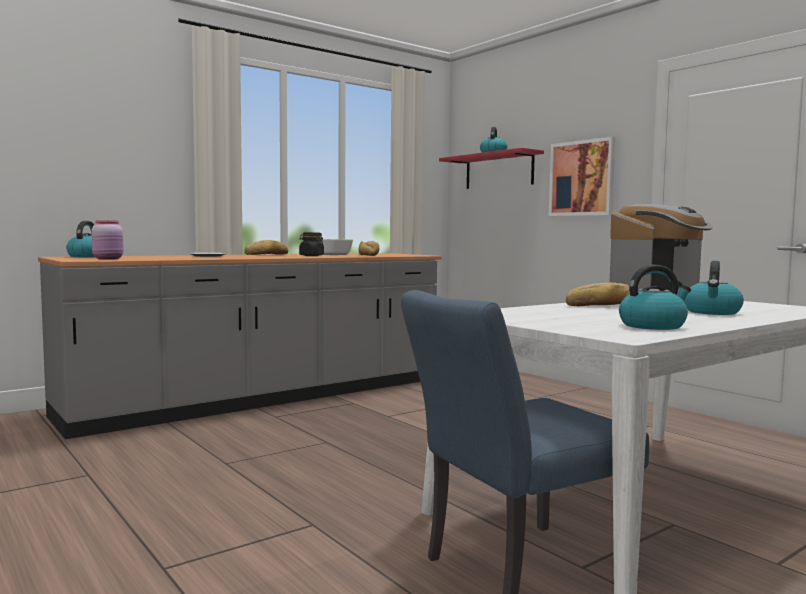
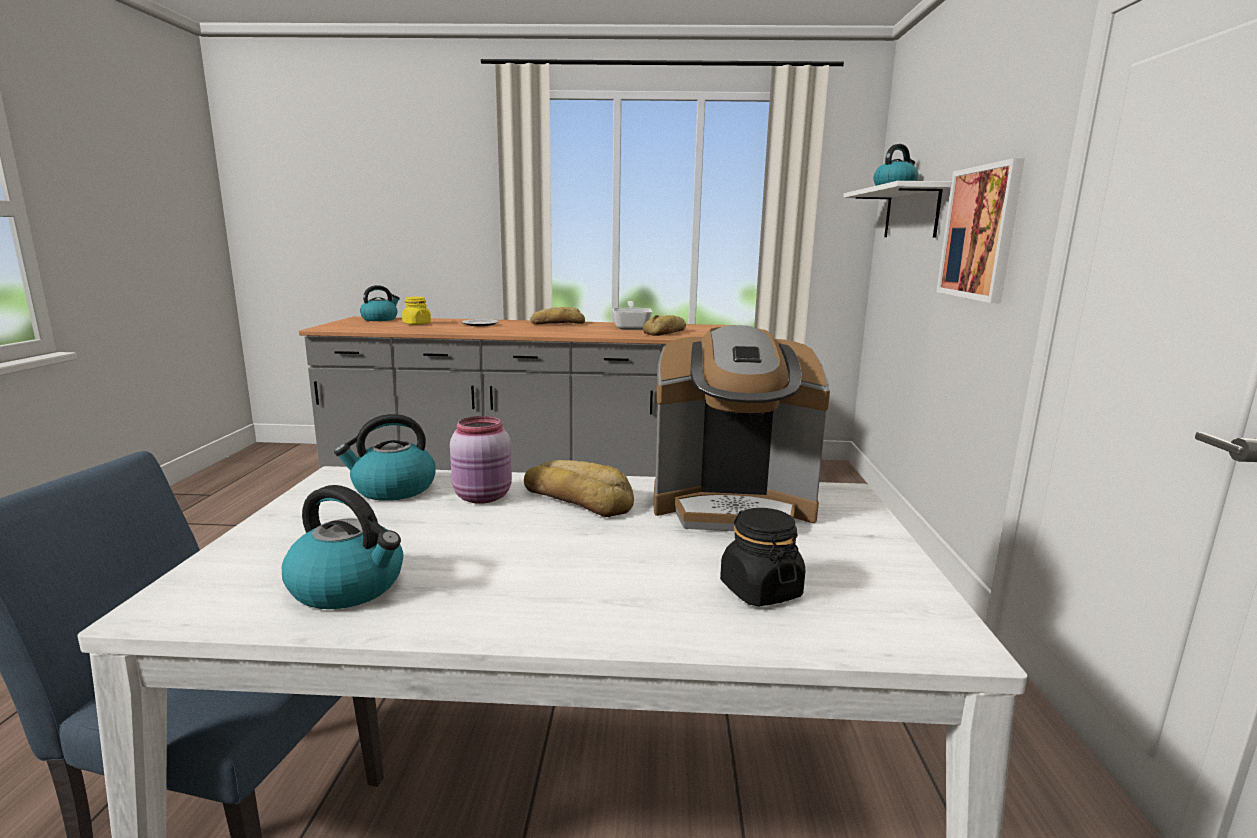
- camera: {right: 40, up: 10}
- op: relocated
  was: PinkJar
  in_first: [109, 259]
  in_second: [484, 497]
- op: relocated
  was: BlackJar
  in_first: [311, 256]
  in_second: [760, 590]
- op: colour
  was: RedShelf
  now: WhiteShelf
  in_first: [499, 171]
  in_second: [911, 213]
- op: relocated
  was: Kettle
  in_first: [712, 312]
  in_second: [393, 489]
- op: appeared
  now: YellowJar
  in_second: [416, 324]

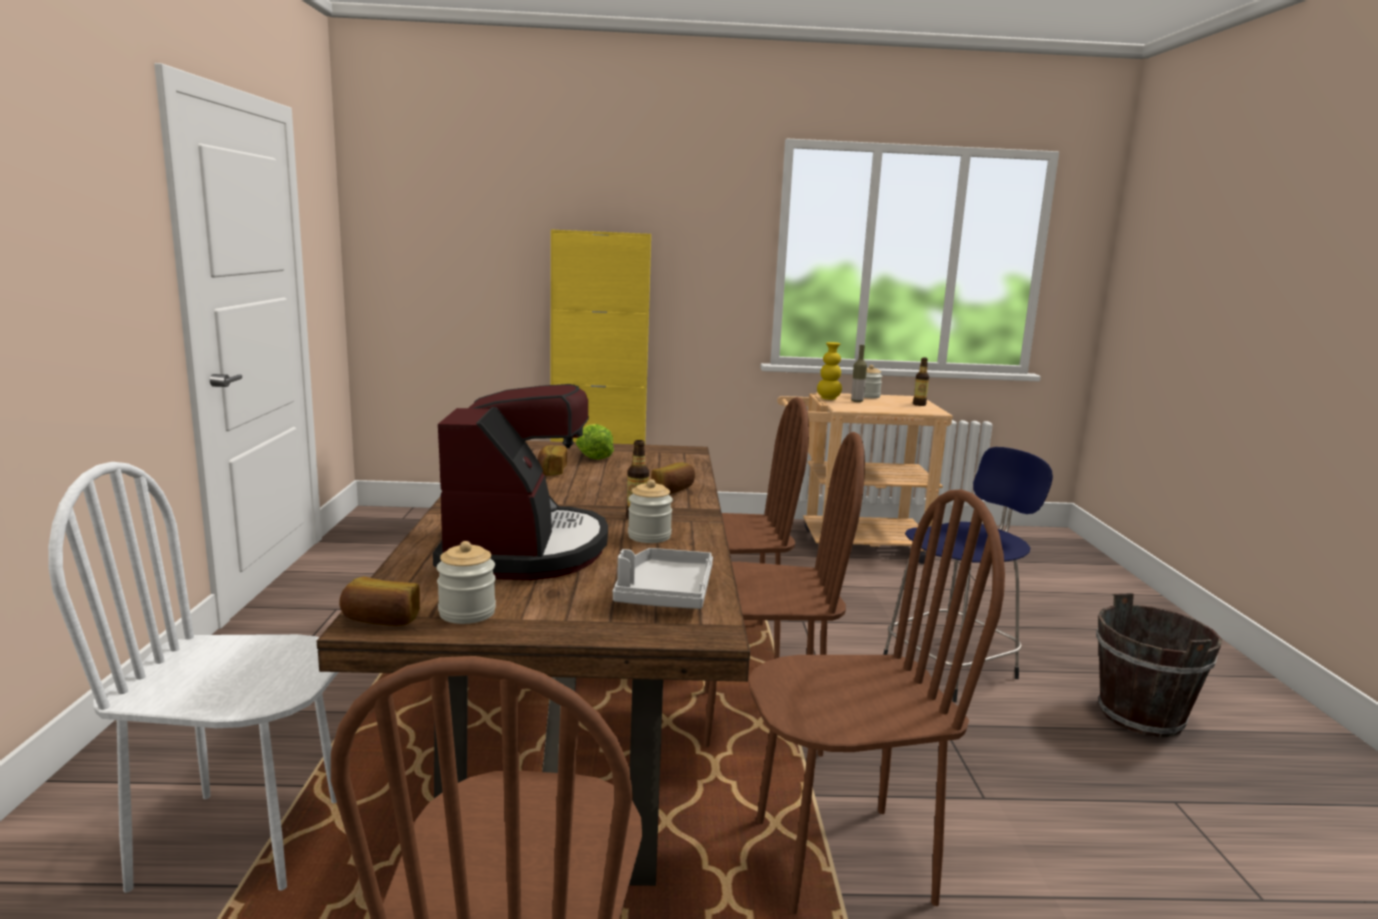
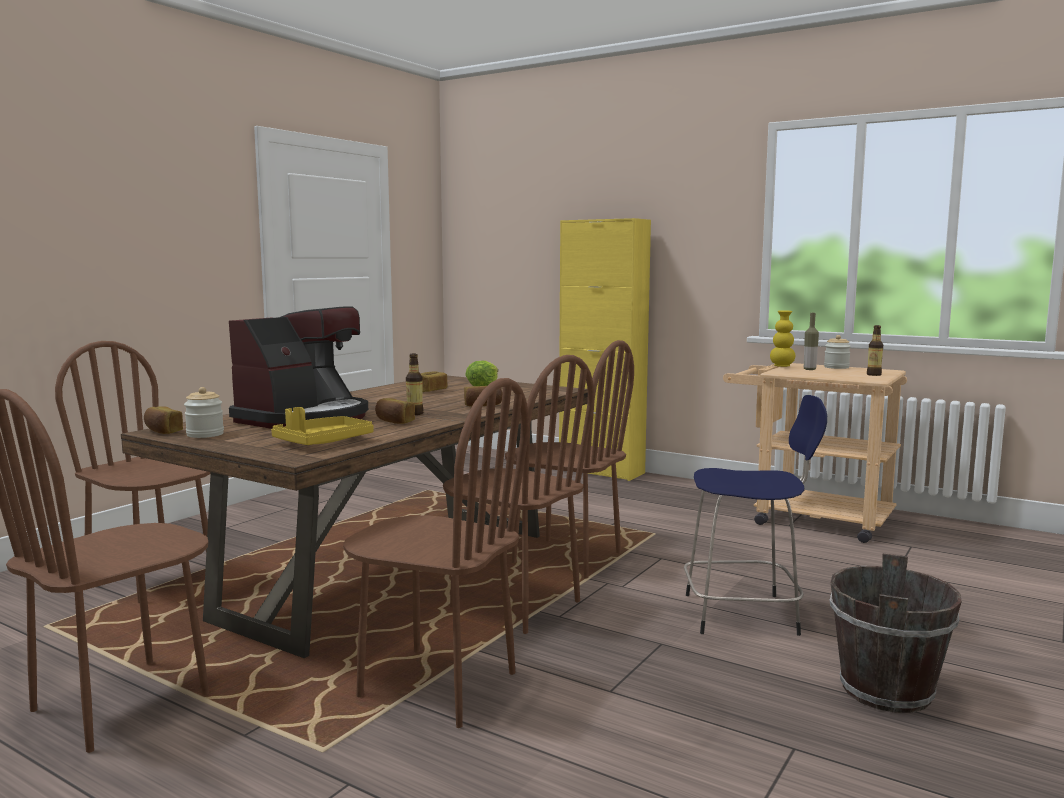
- camera: {right: 35, up: -5}
- op: colour
  was: WhiteChair
  now: BrownChair
  in_first: [240, 841]
  in_second: [152, 581]
- op: colour
  was: GreyTray
  now: YellowTray
  in_first: [664, 593]
  in_second: [322, 442]
- op: exchanged
  was: Jar
  now: Bread
  in_first: [649, 536]
  in_second: [394, 421]

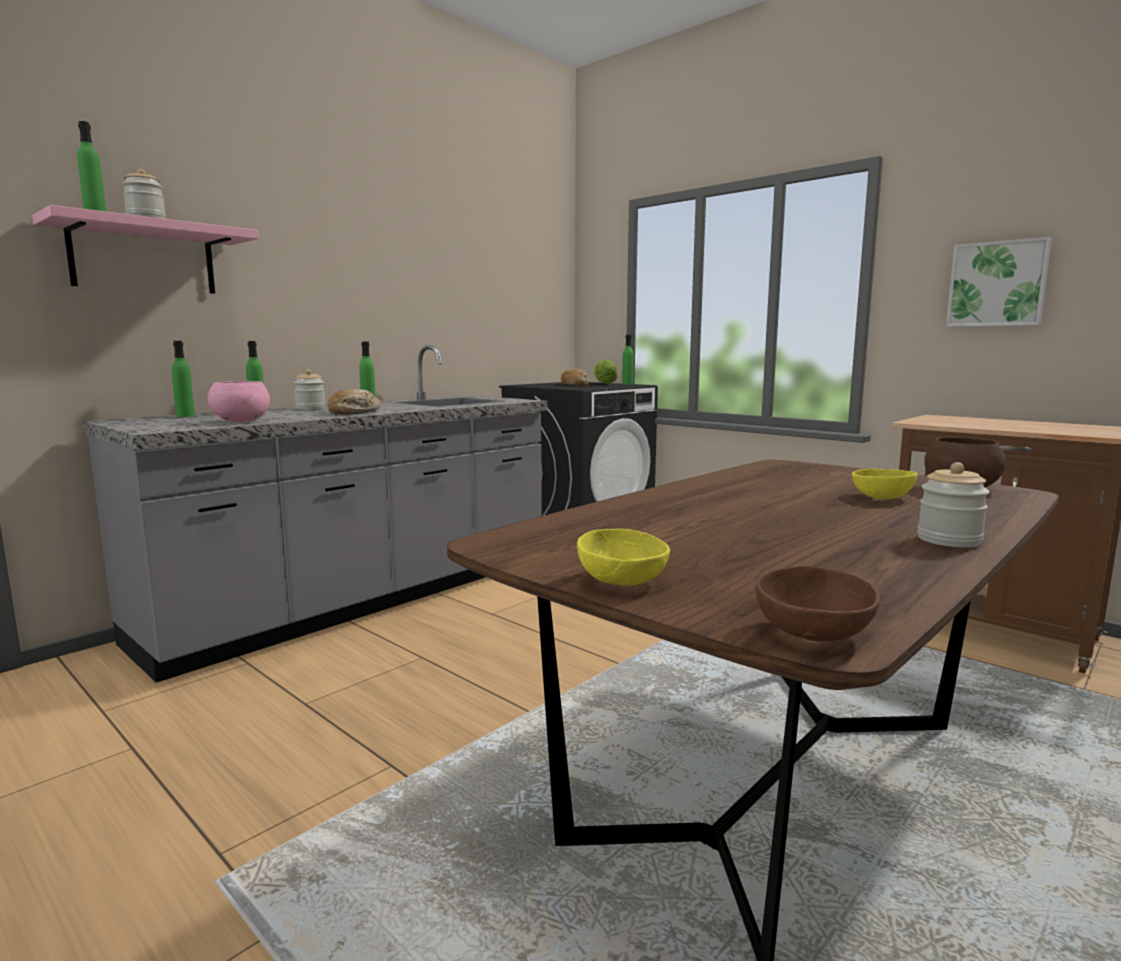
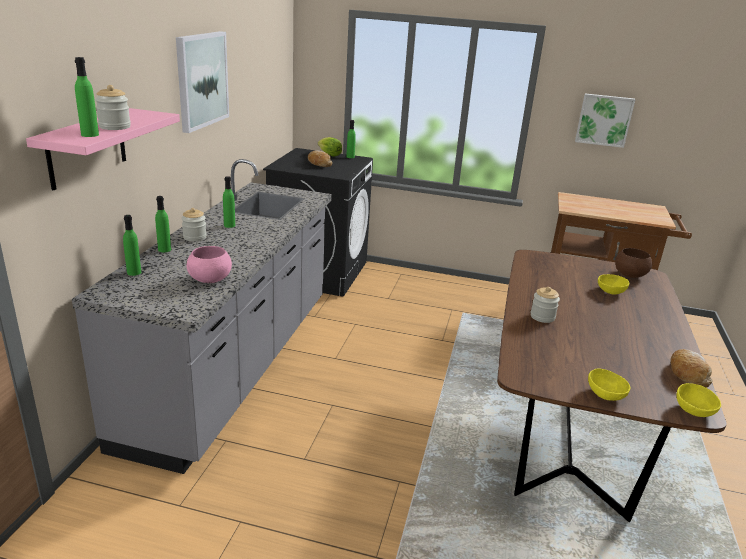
- camera: {right: -30, up: 15}
- op: relocated
  was: Bread
  in_first: [355, 412]
  in_second: [687, 374]
- op: colour
  was: BrownBowl
  now: YellowBowl
  in_first: [815, 634]
  in_second: [695, 410]
- op: relocated
  was: Jar
  in_first: [949, 540]
  in_second: [542, 317]
- op: appeared
  now: Picture
  in_second: [201, 80]

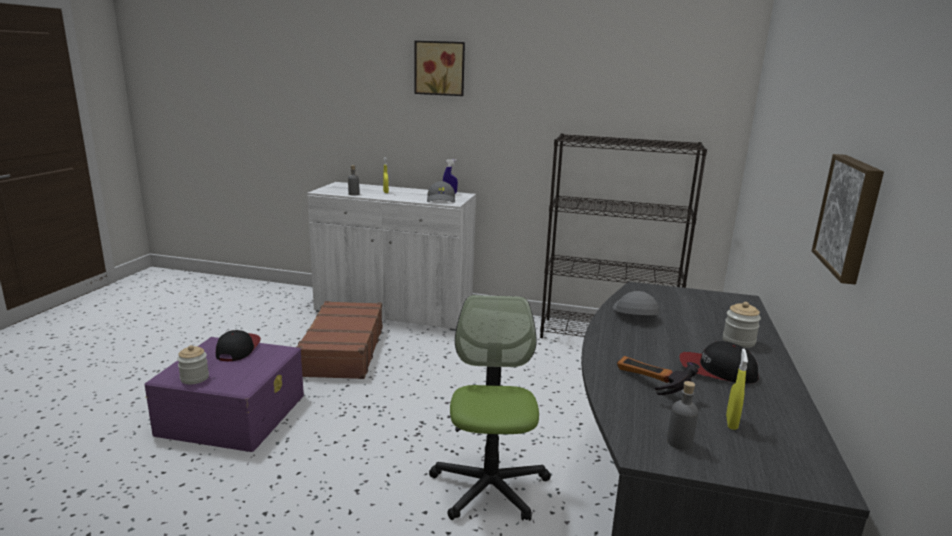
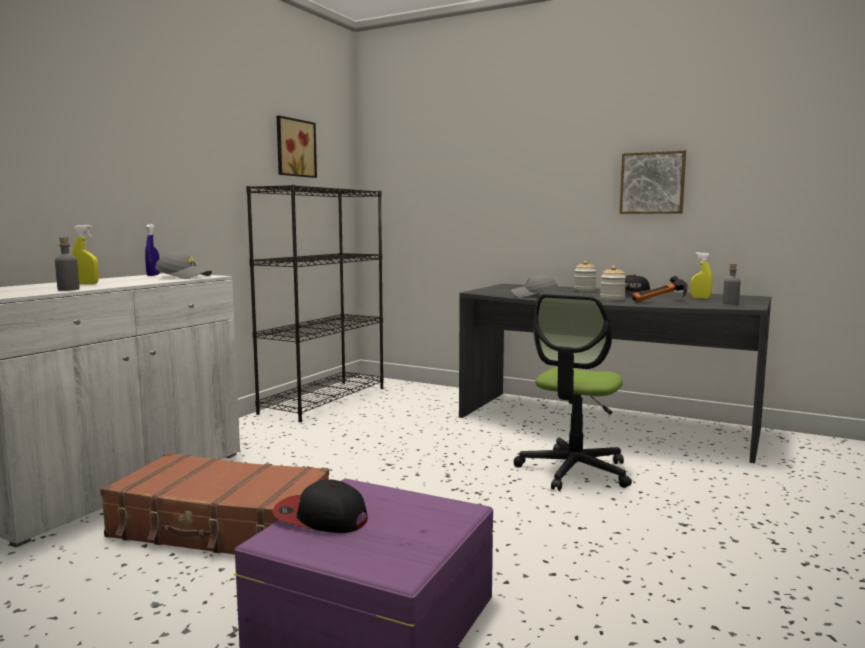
- camera: {right: -75, up: -10}
- op: relocated
  was: Jar
  in_first: [194, 378]
  in_second: [612, 299]
- op: relocated
  was: Picture
  in_first: [440, 68]
  in_second: [294, 148]
- op: spun
  was: OfficeChair
  in_first: [489, 486]
  in_second: [574, 471]
  clockwise: -75

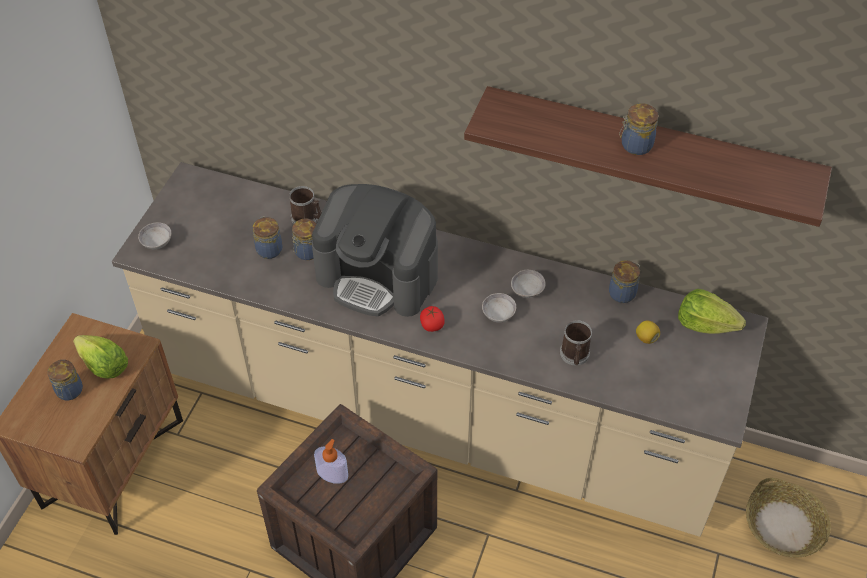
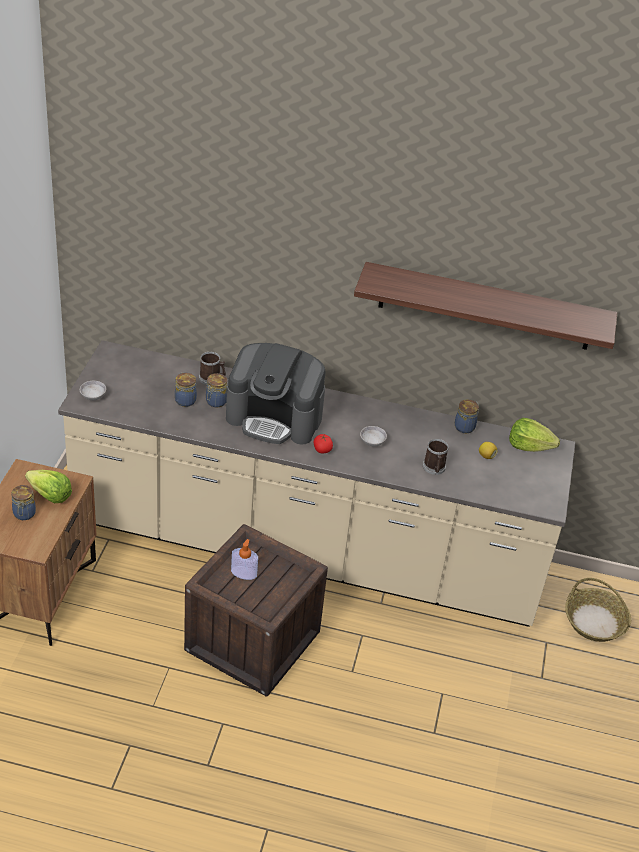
- camera: {right: -10, up: -10}
- op: missing
  was: GreyBowl
  in_first: [527, 290]
- op: missing
  was: Jar
  in_first: [635, 145]

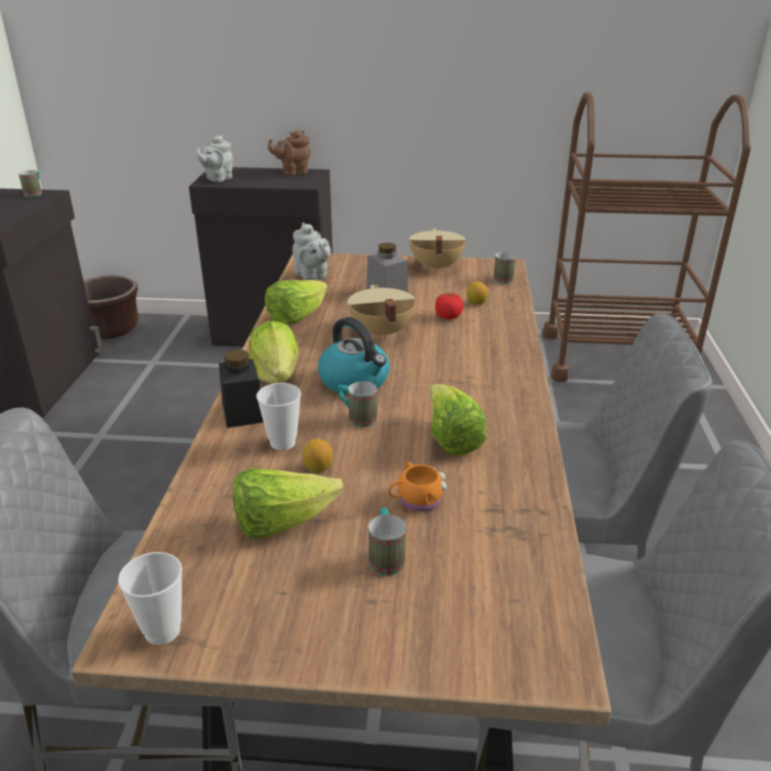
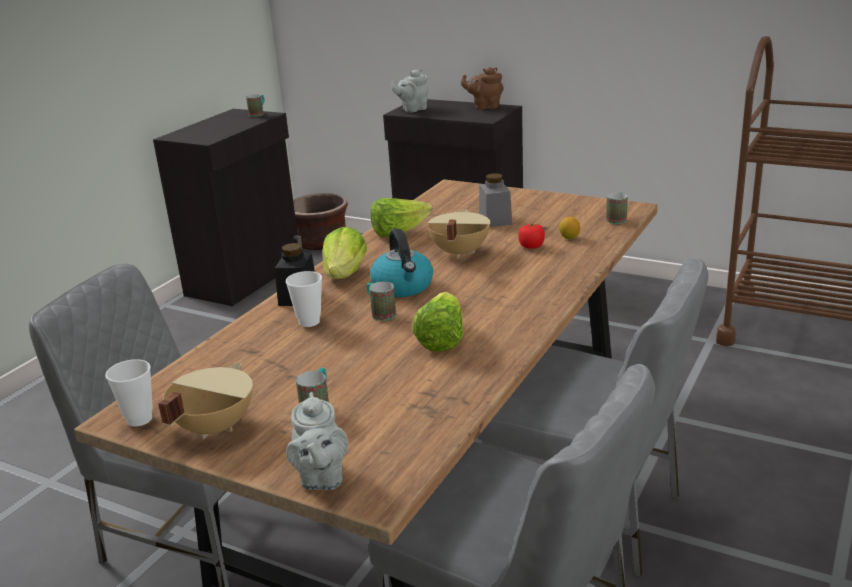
- camera: {right: 25, up: -5}
- op: missing
  was: Lettuce
  in_first: [281, 523]
- op: relocated
  was: GreyTeapot
  in_first: [312, 276]
  in_second: [321, 478]
- op: missing
  was: Lemon
  in_first: [318, 468]
- op: missing
  was: OrangeMug
  in_first: [416, 501]
- op: relocated
  was: BeigeCookingPot
  in_first: [435, 267]
  in_second: [213, 427]

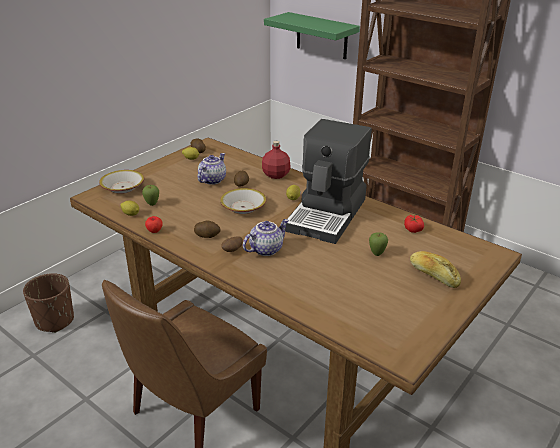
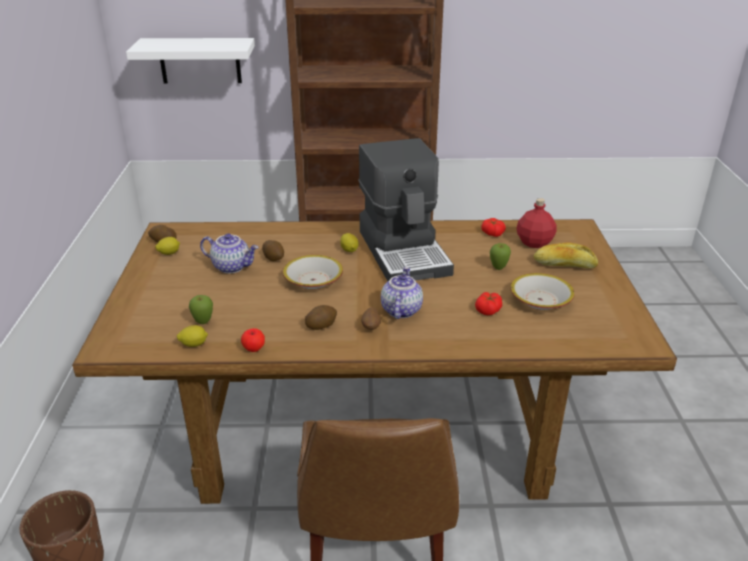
- camera: {right: -40, up: 0}
- op: relocated
  was: Bowl
  in_first: [123, 187]
  in_second: [540, 300]
- op: spun
  was: Teapot
  in_first: [212, 180]
  in_second: [232, 266]
  clockwise: 120
- op: relocated
  was: RedBottle
  in_first: [275, 175]
  in_second: [534, 243]
- op: colour
  was: GreenShelf
  now: WhiteShelf
  in_first: [322, 36]
  in_second: [200, 60]
- op: appeared
  now: Tomato
  in_second: [488, 310]

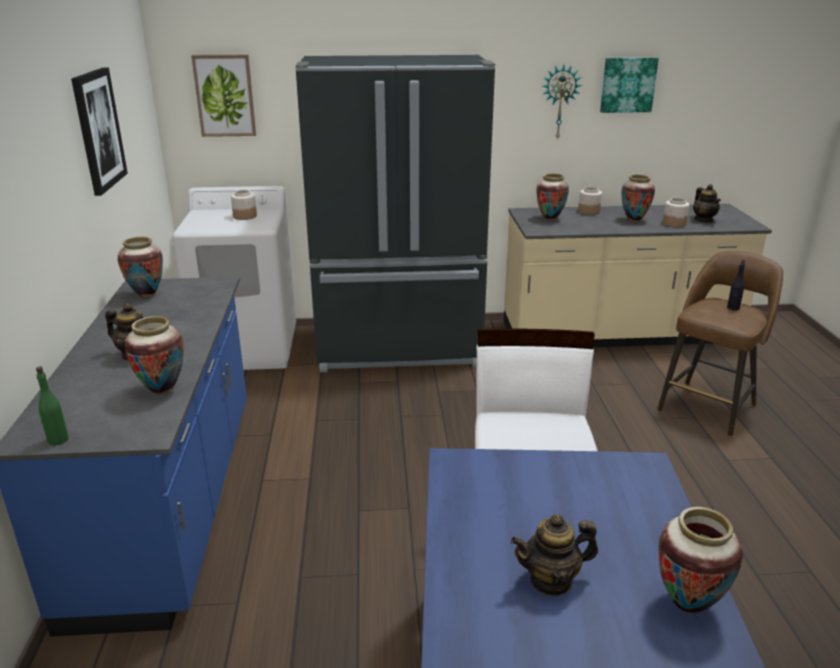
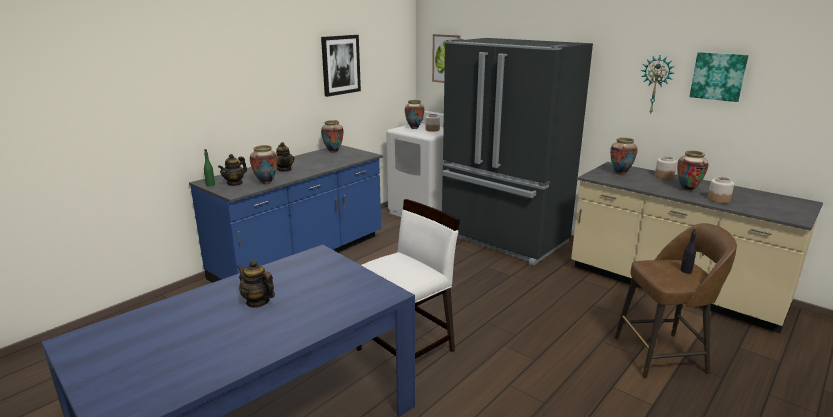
- camera: {right: 45, up: -5}
- op: relocated
  was: Vase
  in_first: [687, 605]
  in_second: [414, 128]
- op: relocated
  was: Teapot
  in_first: [704, 220]
  in_second: [235, 183]

